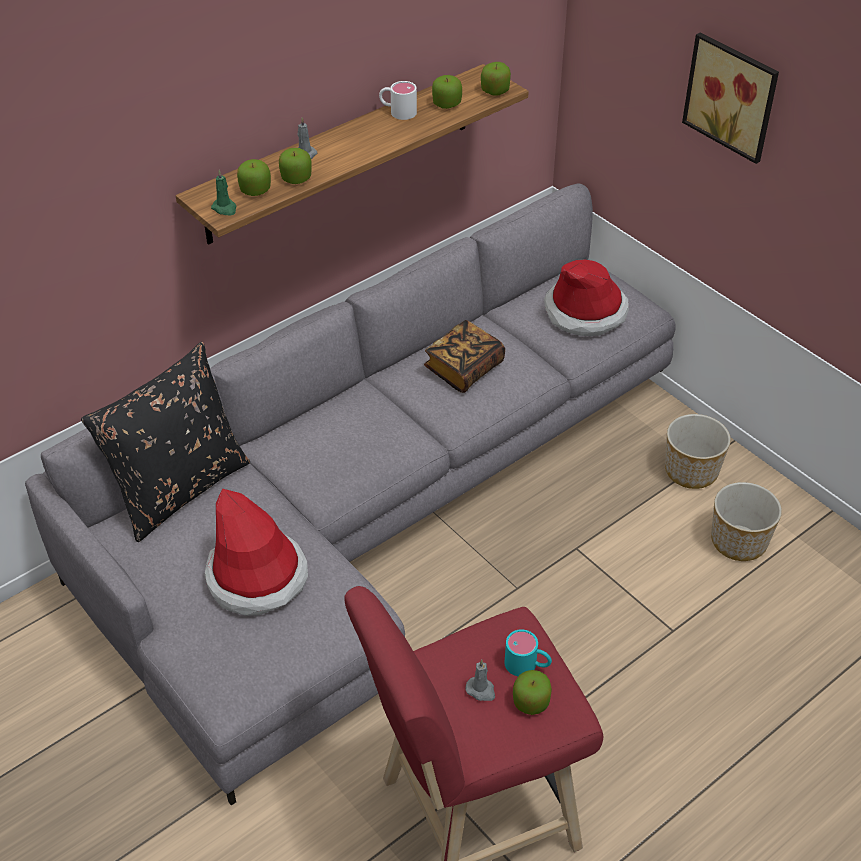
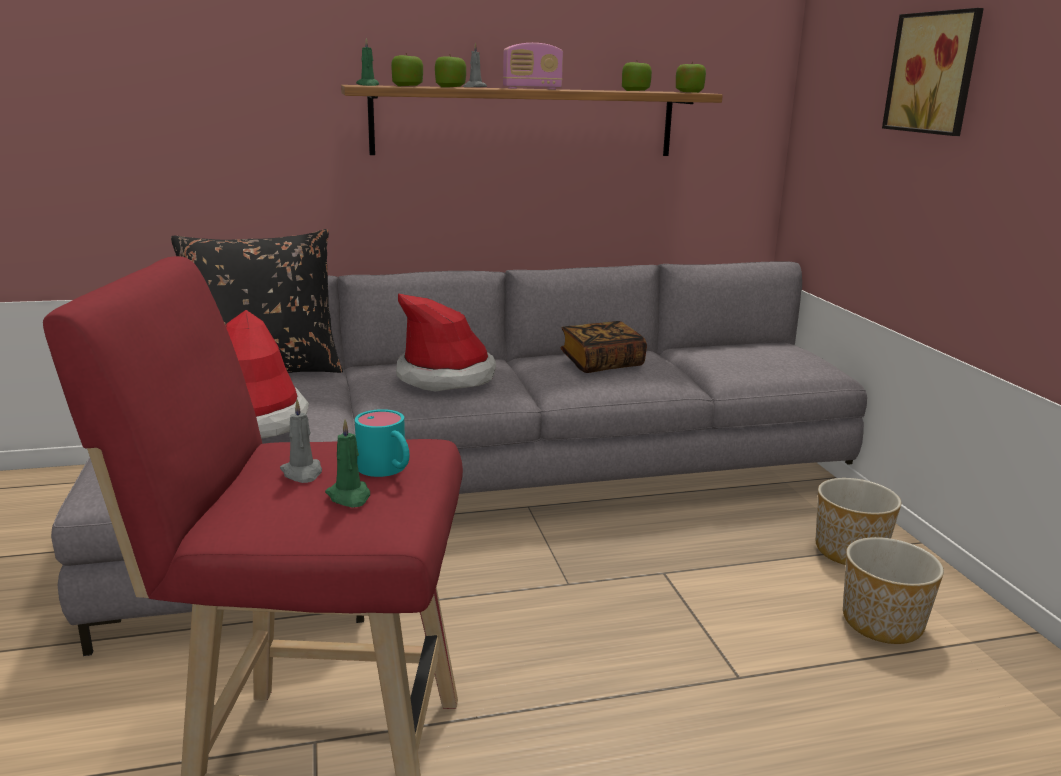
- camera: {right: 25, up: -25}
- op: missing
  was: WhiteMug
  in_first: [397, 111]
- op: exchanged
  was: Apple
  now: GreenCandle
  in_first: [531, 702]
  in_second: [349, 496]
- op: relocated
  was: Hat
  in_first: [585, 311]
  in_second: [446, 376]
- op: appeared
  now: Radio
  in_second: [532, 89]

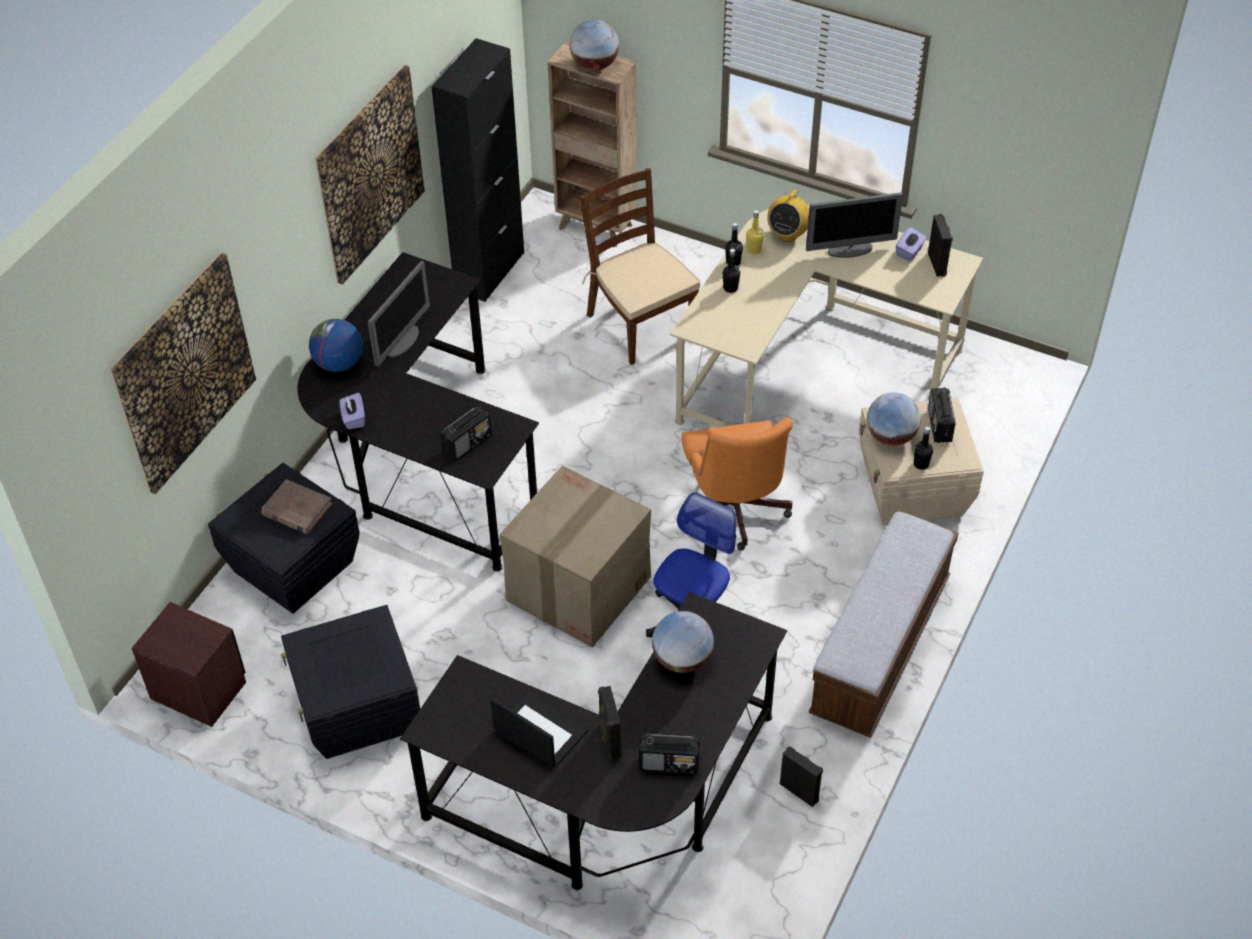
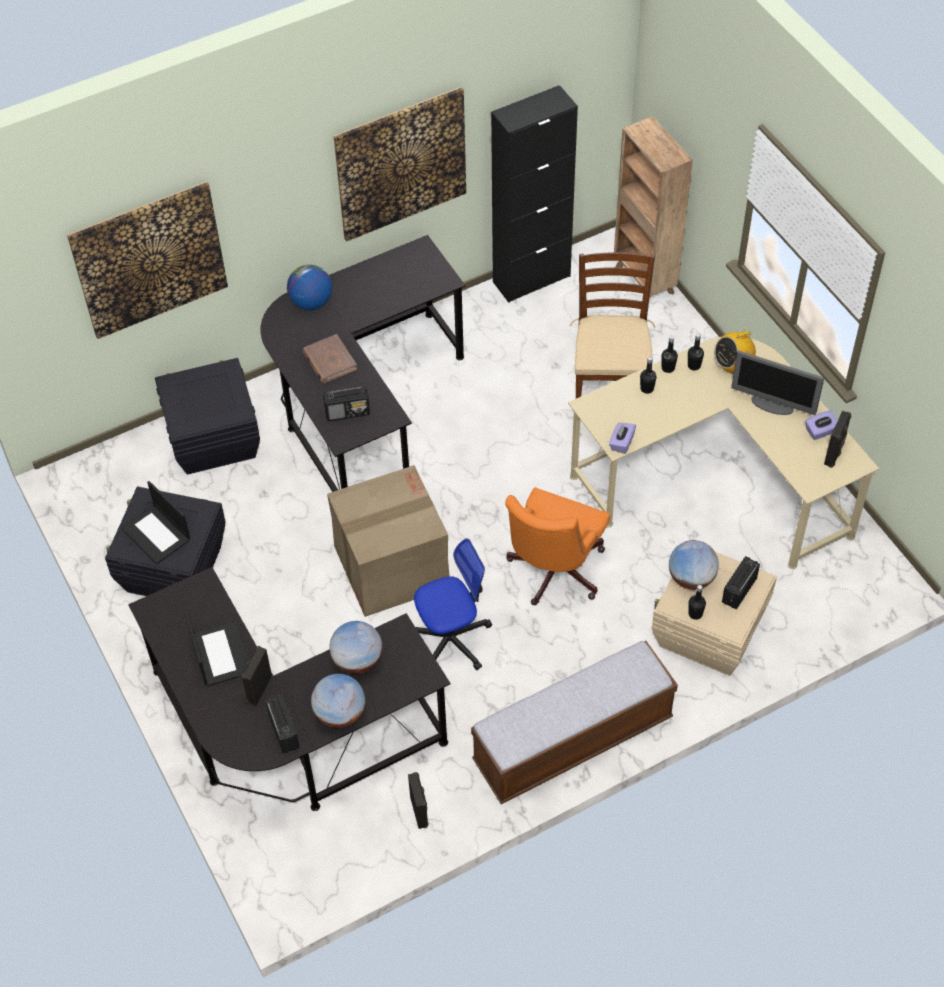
- camera: {right: 35, up: 5}
- op: missing
  was: BrownNightstand
  in_first: [199, 690]
- op: relocated
  was: BrownBook
  in_first: [296, 510]
  in_second: [329, 361]
- op: relocated
  was: PurpleTissueBox
  in_first: [353, 419]
  in_second: [621, 443]
- op: missing
  was: Monitor
  in_first: [403, 341]
- op: relocated
  was: Globe
  in_first: [595, 65]
  in_second: [340, 714]
- op: spun
  was: Radio
  in_first: [669, 764]
  in_second: [284, 731]
  clockwise: -150
- op: colour
  was: YellowBottle
  now: BlackBottle
  in_first: [754, 250]
  in_second: [694, 365]
- op: appeared
  now: Laptop
  in_second: [157, 534]

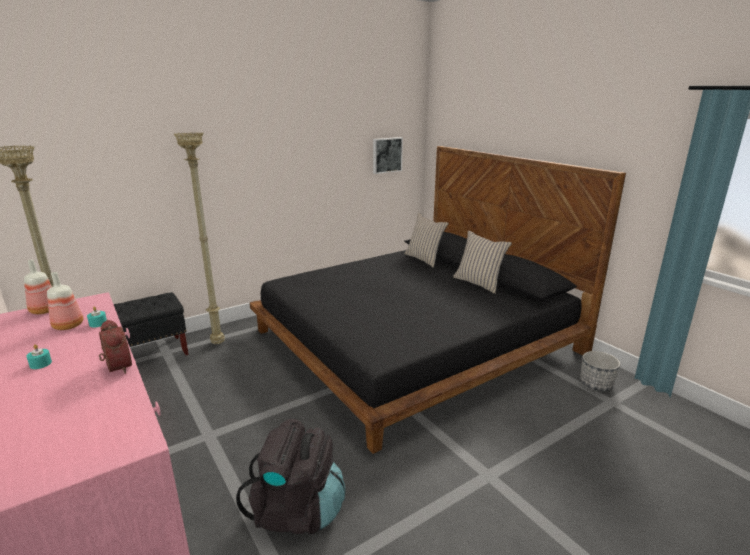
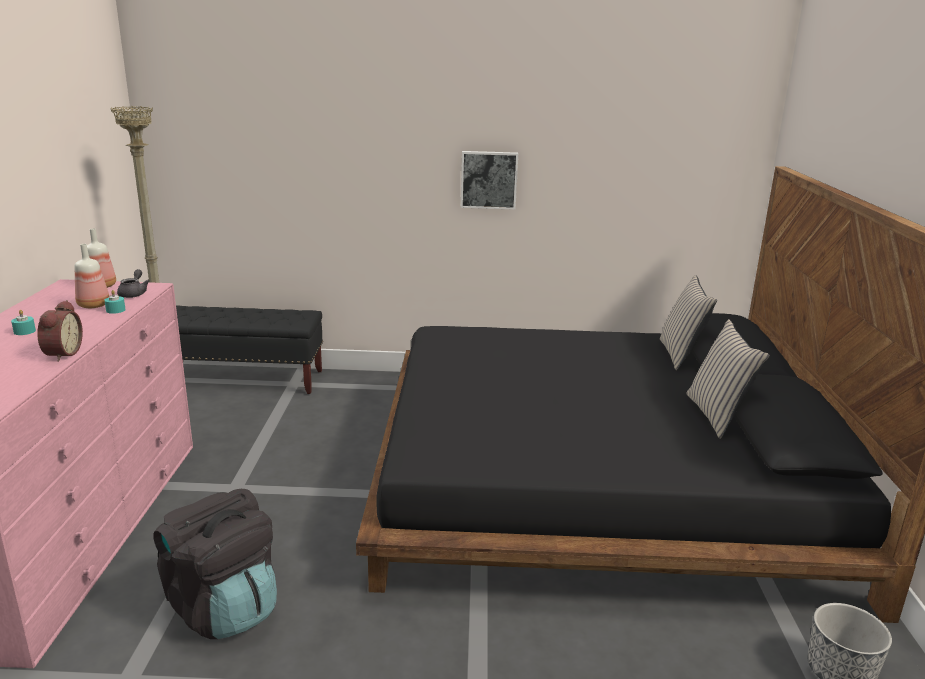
- camera: {right: 35, up: 0}
- op: missing
  was: BeigeFloorLamp
  in_first: [217, 343]
- op: relocated
  was: Picture
  in_first: [386, 155]
  in_second: [489, 179]
- op: appeared
  now: GreyTeapot
  in_second: [134, 293]

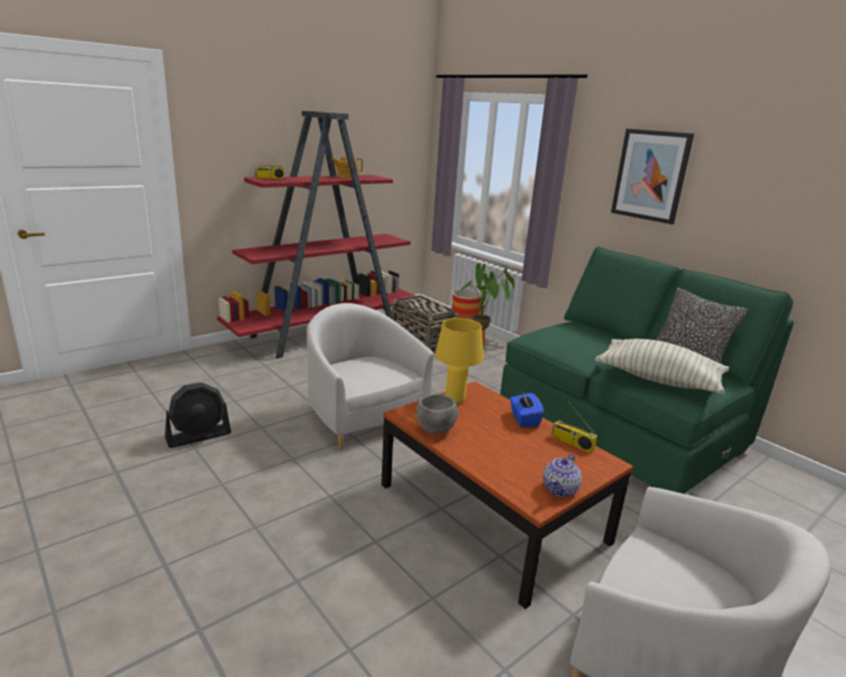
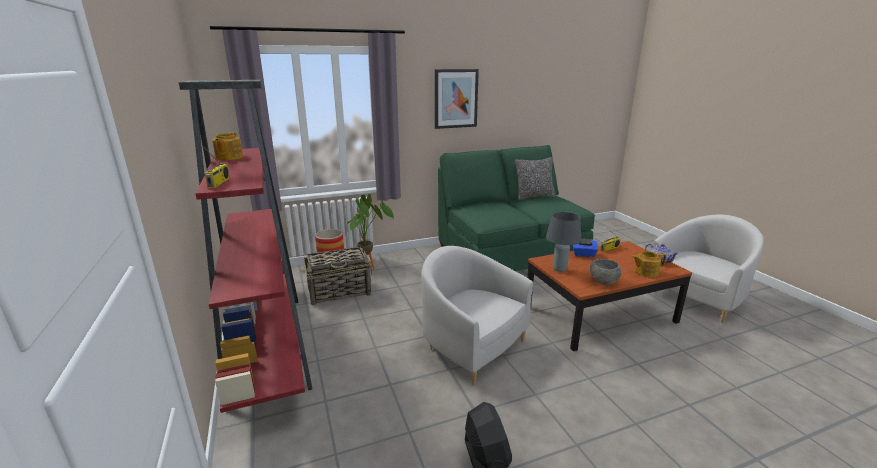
- camera: {right: -70, up: 0}
- op: spun
  was: WhiteArmchair
  in_first: [362, 417]
  in_second: [471, 346]
  clockwise: 60
- op: colour
  was: YellowTableLamp
  now: GreyTableLamp
  in_first: [454, 400]
  in_second: [559, 269]
- op: missing
  was: Pillow
  in_first: [658, 380]
- op: appeared
  now: Teapot
  in_second: [645, 272]

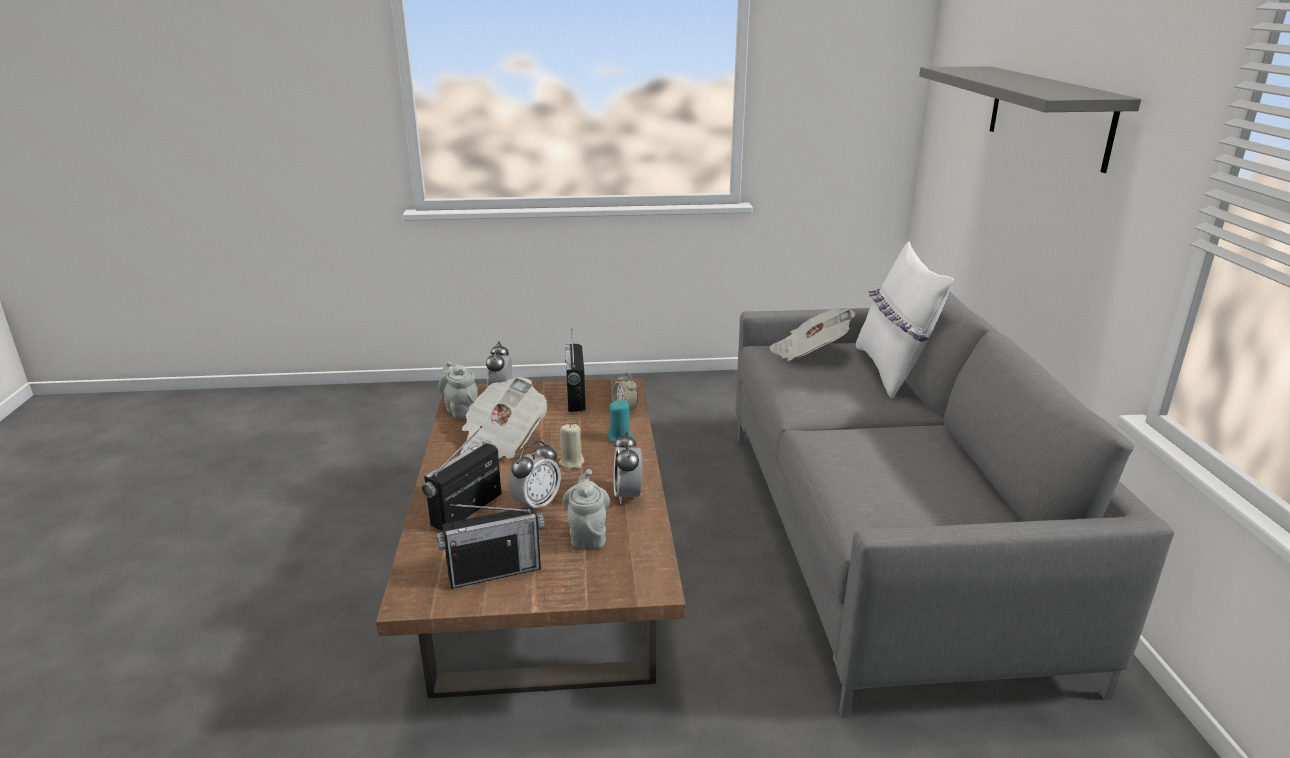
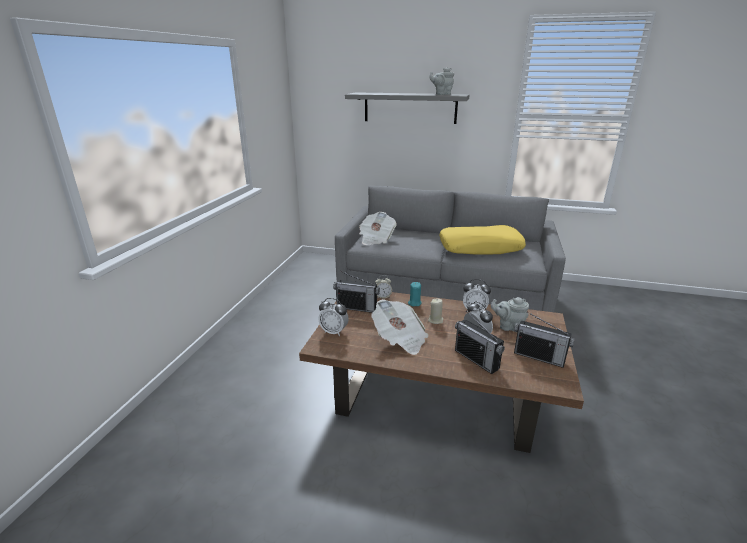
- camera: {right: -70, up: 0}
- op: spun
  was: Radio
  in_first: [494, 572]
  in_second: [539, 357]
  clockwise: 120
- op: relocated
  was: GreyTeapot
  in_first: [460, 410]
  in_second: [441, 94]
- op: missing
  was: WhitePillow
  in_first: [892, 371]
- op: appeared
  now: YellowPillow
  in_second: [480, 248]

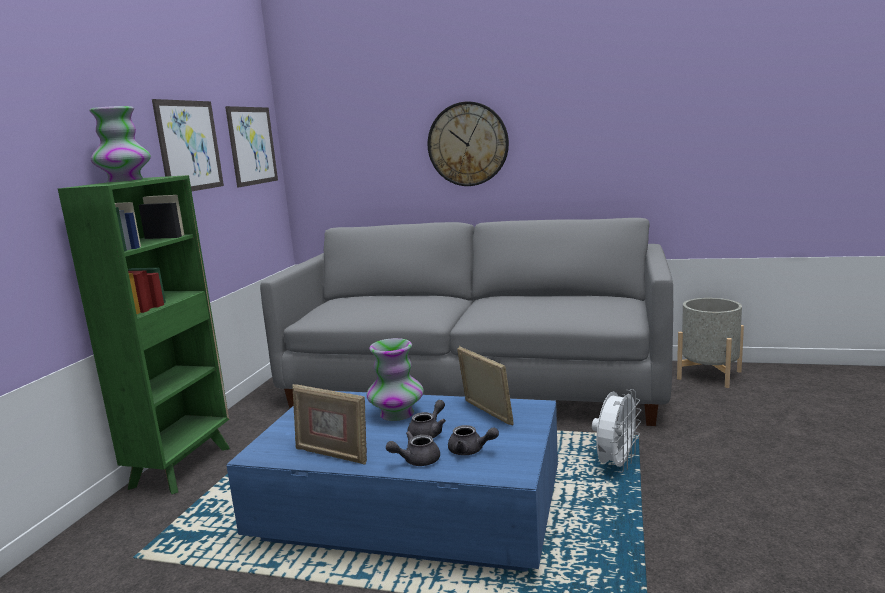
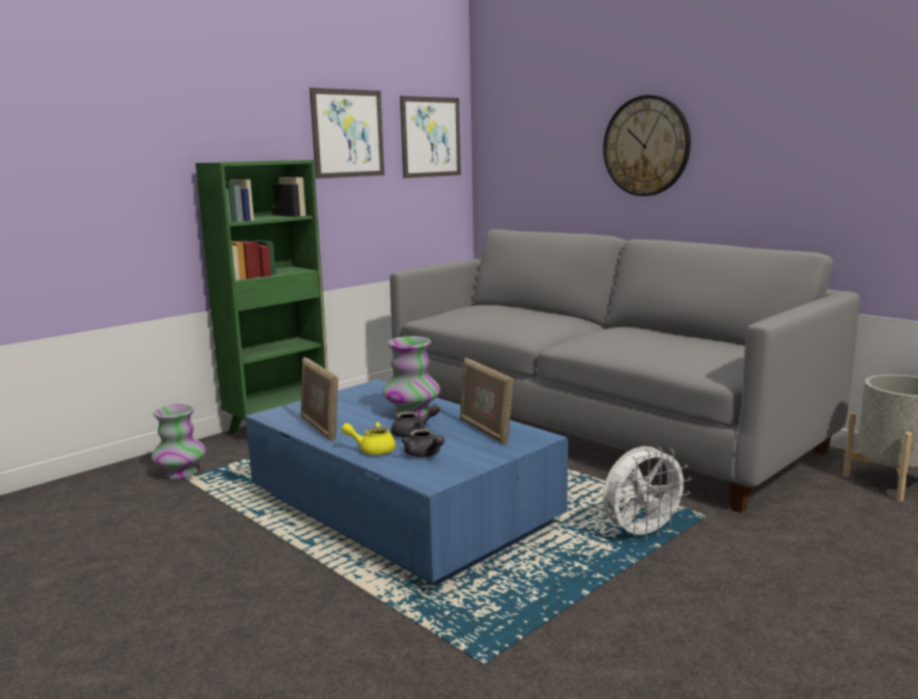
- camera: {right: 30, up: 0}
- op: relocated
  was: Vase
  in_first: [125, 180]
  in_second: [181, 473]
- op: colour
  was: GreyTeapot
  now: YellowTeapot
  in_first: [416, 460]
  in_second: [372, 450]
- op: spun
  was: PictureFrame
  in_first: [486, 413]
  in_second: [485, 431]
  clockwise: 150

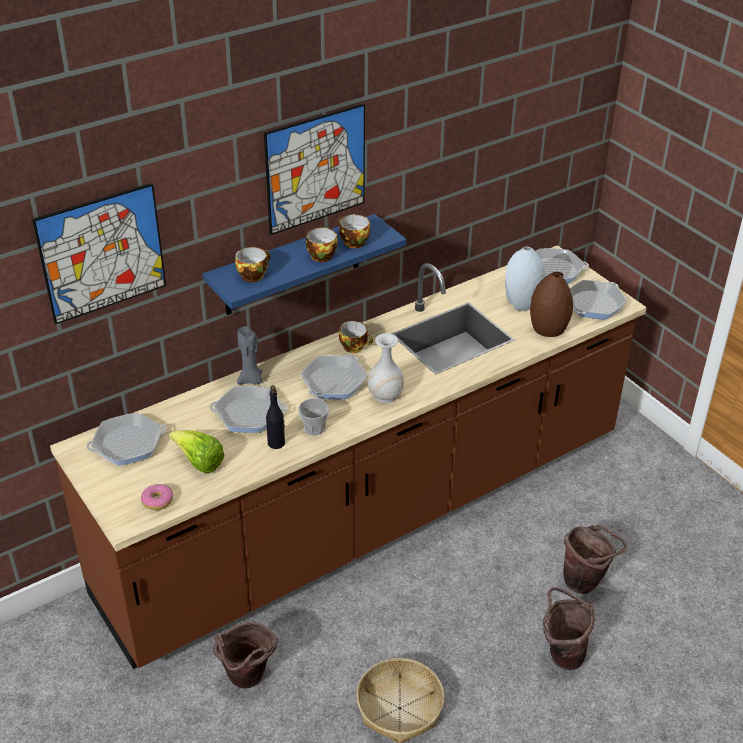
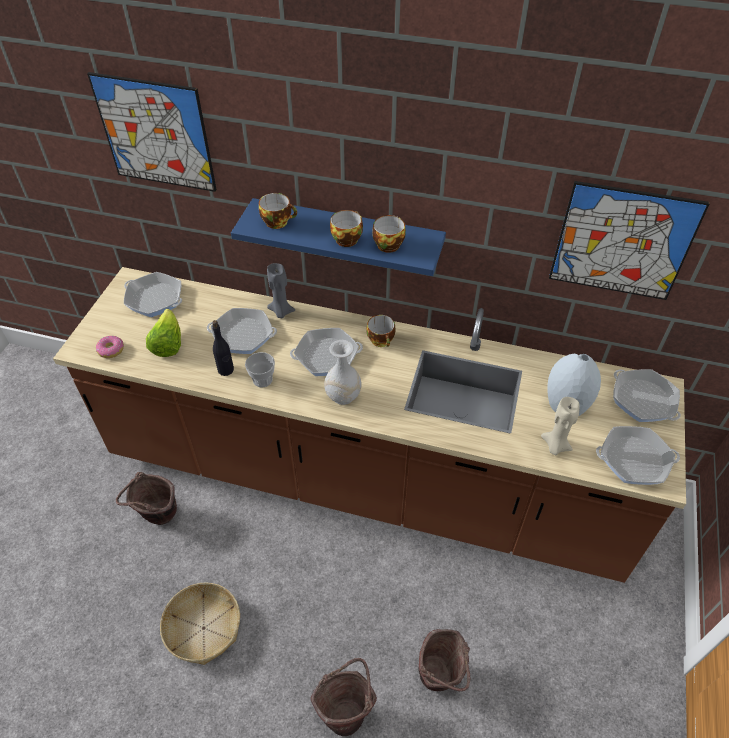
- camera: {right: 50, up: 10}
- op: spun
  was: FryingPan
  in_first: [249, 414]
  in_second: [243, 335]
  clockwise: -45
- op: relocated
  was: Picture
  in_first: [316, 169]
  in_second: [622, 242]
- op: exchanged
  was: BrownVase
  now: BeigeCandle
  in_first: [547, 328]
  in_second: [555, 446]

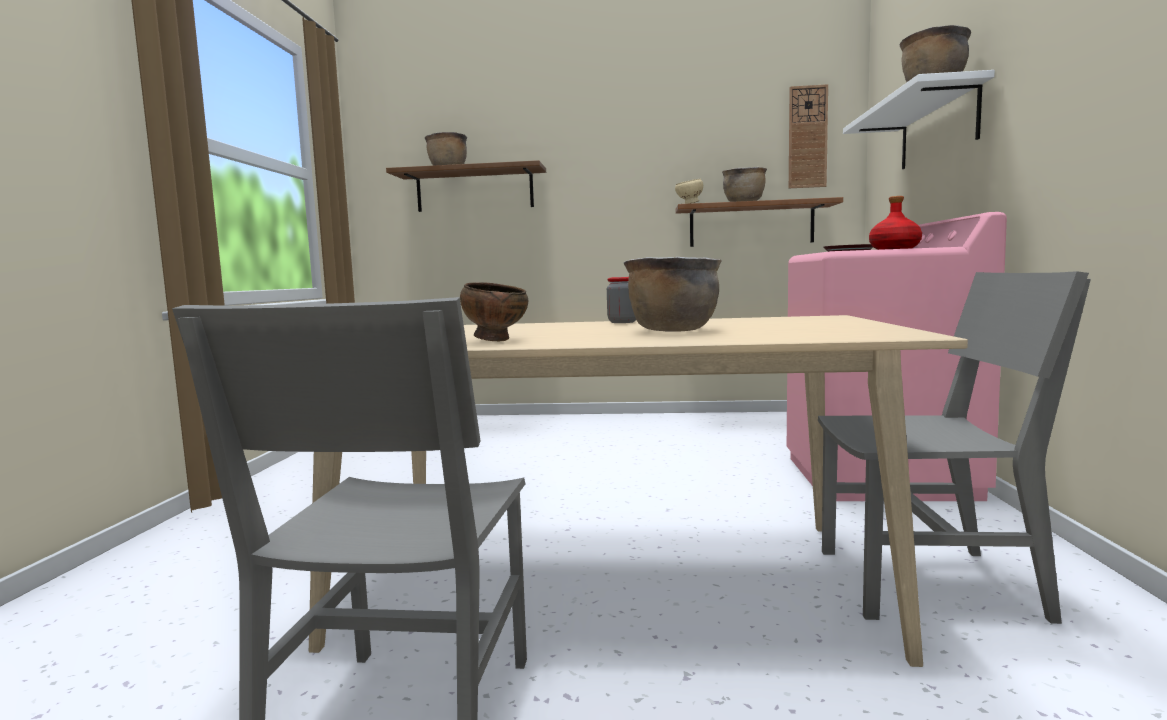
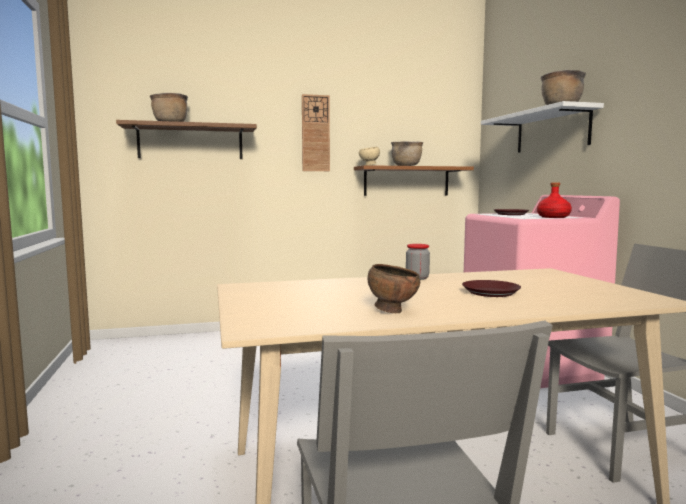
- camera: {right: -20, up: 0}
- op: exchanged
  was: BrownCookingPot
  now: BrownPlate
  in_first: [672, 330]
  in_second: [490, 292]
- op: relocated
  was: WallClock
  in_first: [807, 137]
  in_second: [315, 133]

